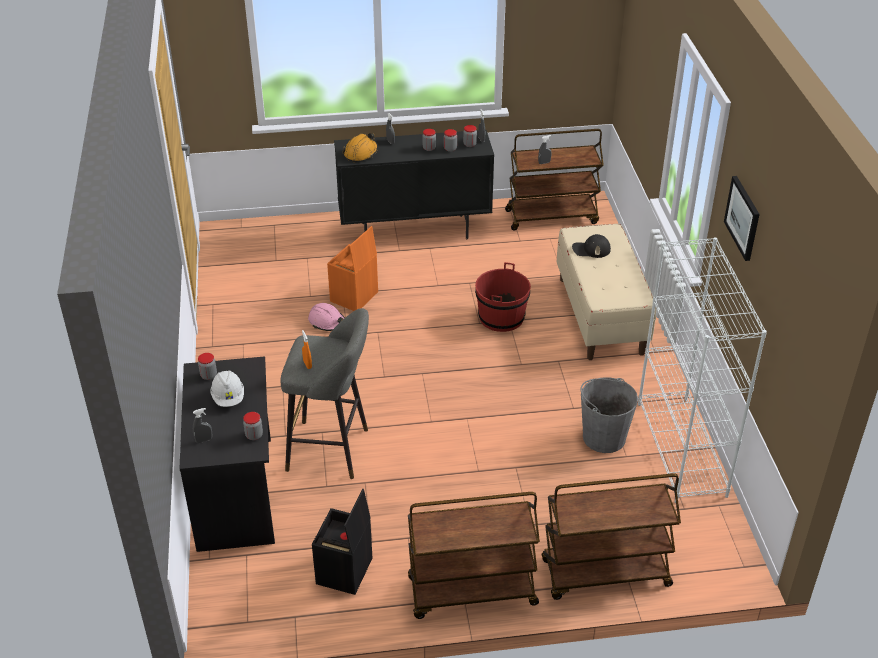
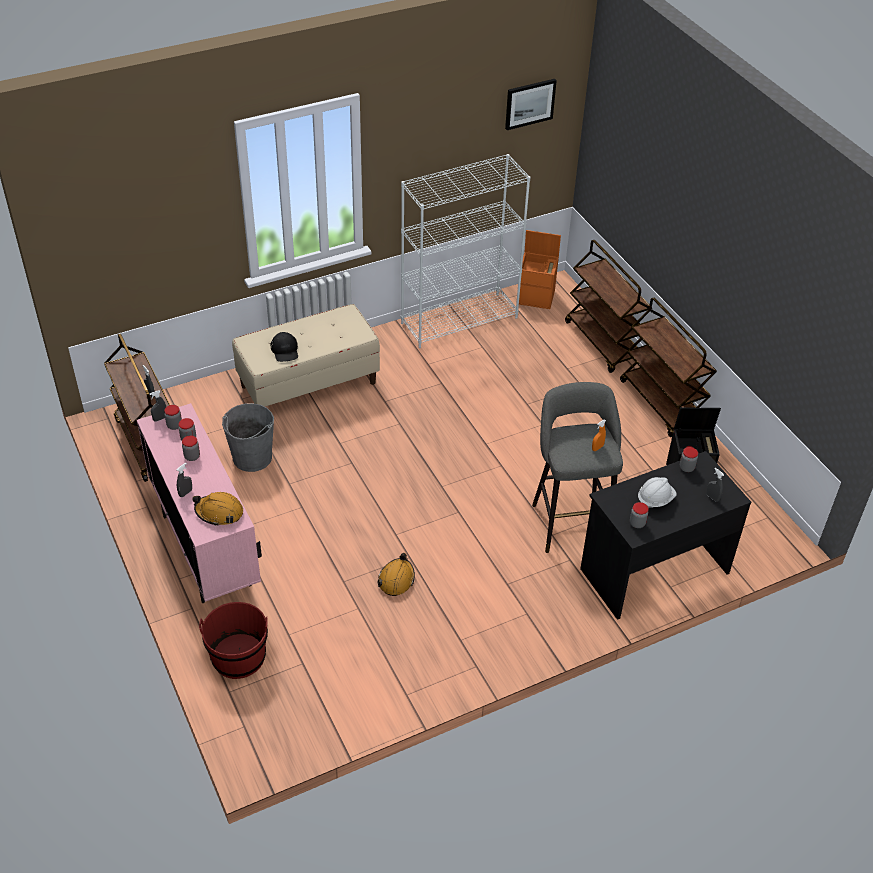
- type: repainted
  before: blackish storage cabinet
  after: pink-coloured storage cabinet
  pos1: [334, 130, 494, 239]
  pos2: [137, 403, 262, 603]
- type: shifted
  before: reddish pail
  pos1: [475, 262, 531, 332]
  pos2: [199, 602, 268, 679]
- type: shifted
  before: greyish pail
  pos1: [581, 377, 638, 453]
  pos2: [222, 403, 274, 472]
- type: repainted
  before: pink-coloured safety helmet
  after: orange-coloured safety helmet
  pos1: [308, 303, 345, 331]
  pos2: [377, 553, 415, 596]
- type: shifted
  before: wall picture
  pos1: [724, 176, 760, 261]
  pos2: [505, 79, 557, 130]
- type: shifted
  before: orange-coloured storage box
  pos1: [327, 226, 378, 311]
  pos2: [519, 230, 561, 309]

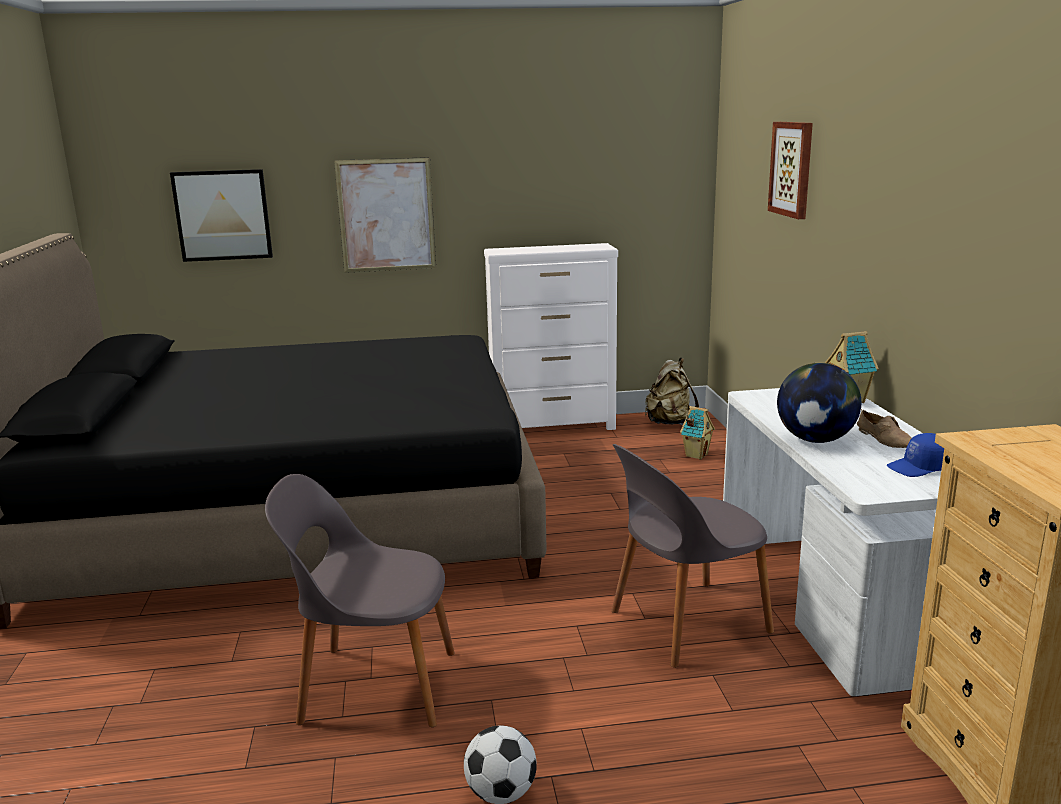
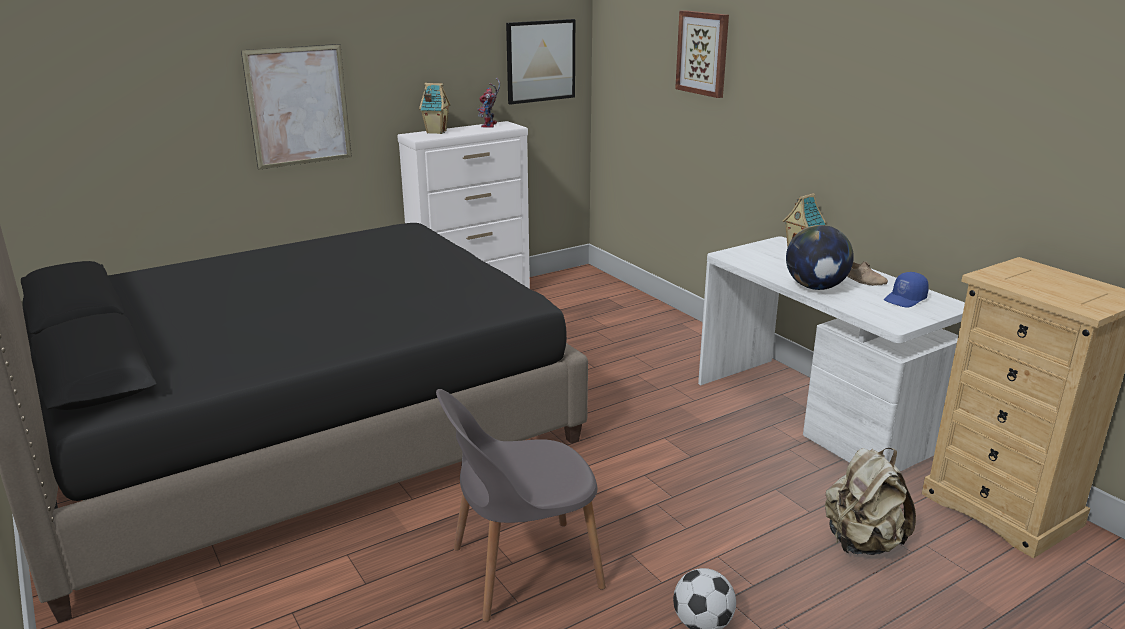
- type: shifted
  before: toy house
  pos1: [680, 406, 715, 460]
  pos2: [419, 83, 451, 134]
- type: new
  after: toy robot
  pos2: [477, 78, 500, 128]
- type: shifted
  before: wall picture
  pos1: [170, 169, 273, 262]
  pos2: [506, 19, 575, 105]
- type: shifted
  before: beige knapsack
  pos1: [645, 358, 699, 425]
  pos2: [825, 448, 916, 555]
- type: gone
  before: greyish upright chair
  pos1: [612, 444, 774, 668]

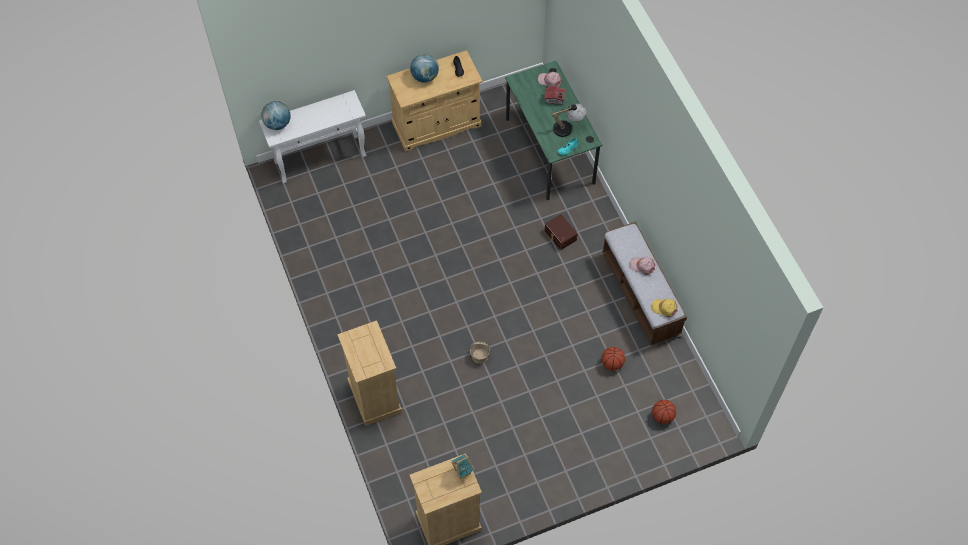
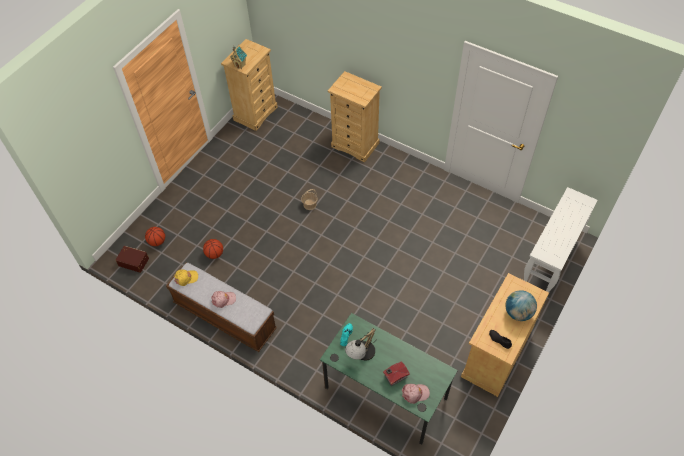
- type: shifted
  before: brownish storage box
  pos1: [544, 214, 578, 250]
  pos2: [116, 246, 149, 273]
- type: gone
  before: world globe
  pos1: [261, 101, 291, 130]

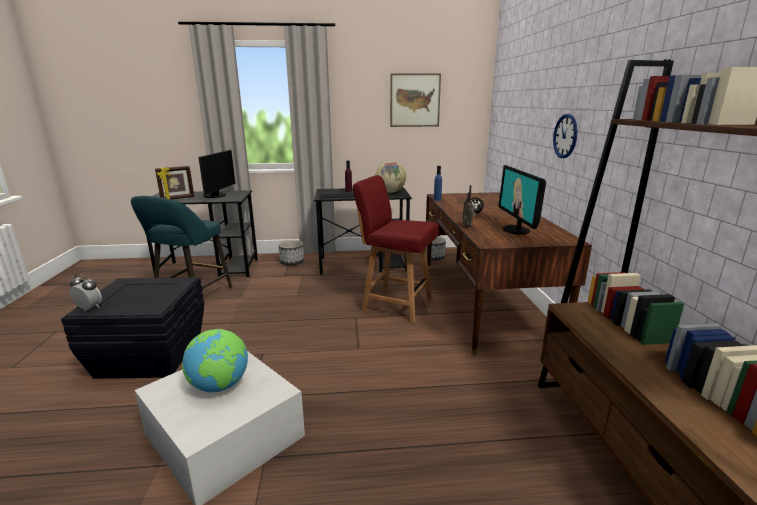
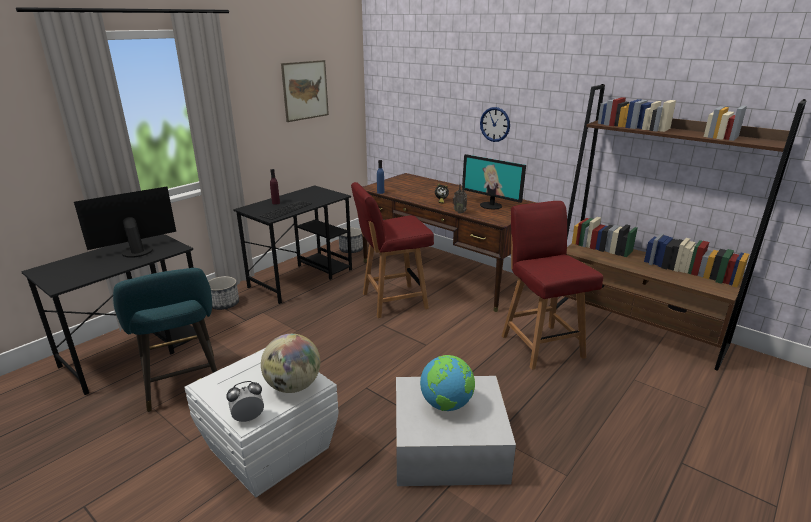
- type: rotated
  before: monitor
  pos1: [198, 150, 235, 198]
  pos2: [74, 186, 176, 258]
  turn: -90
- type: repainted
  before: blackish storage box
  after: whitish storage box
  pos1: [61, 277, 204, 379]
  pos2: [184, 348, 339, 497]
- type: shifted
  before: world globe
  pos1: [375, 161, 406, 193]
  pos2: [261, 334, 320, 393]
- type: new
  after: reddish upright chair
  pos2: [502, 201, 603, 370]
- type: gone
  before: picture frame
  pos1: [155, 166, 194, 199]

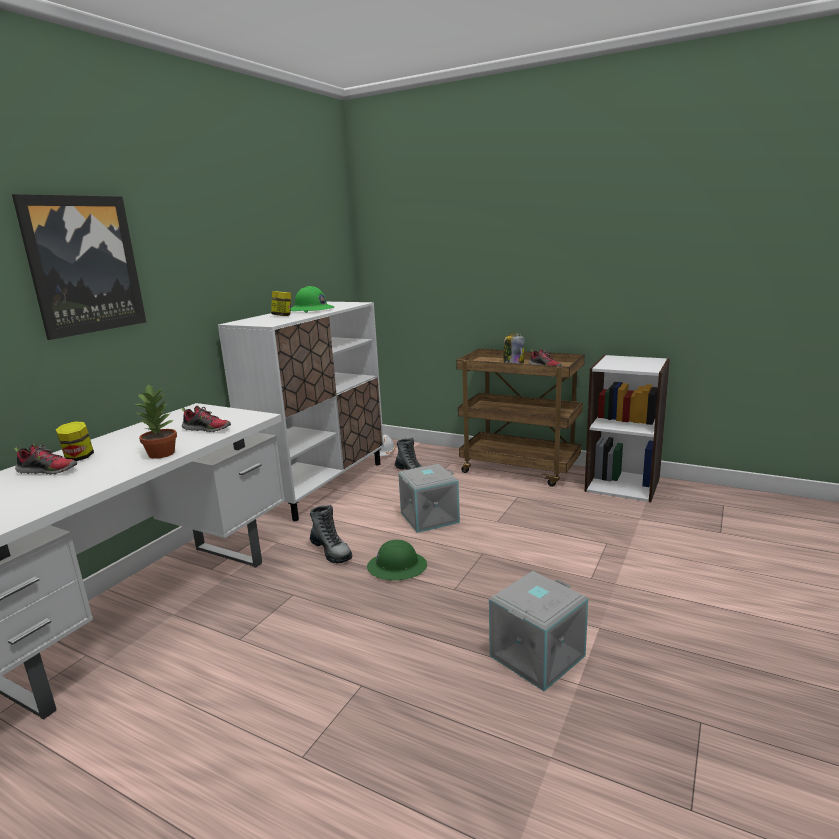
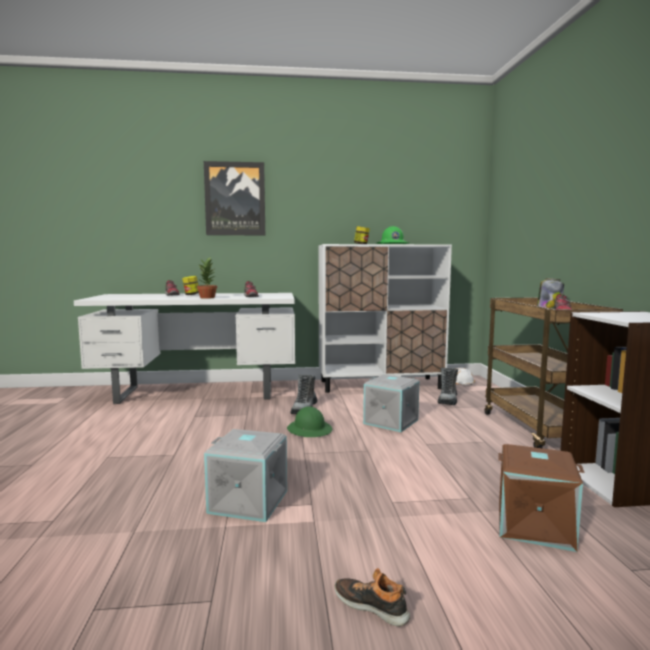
- type: new
  after: low shoe
  pos2: [335, 568, 410, 627]
- type: new
  after: brownish storage box
  pos2: [498, 444, 585, 552]

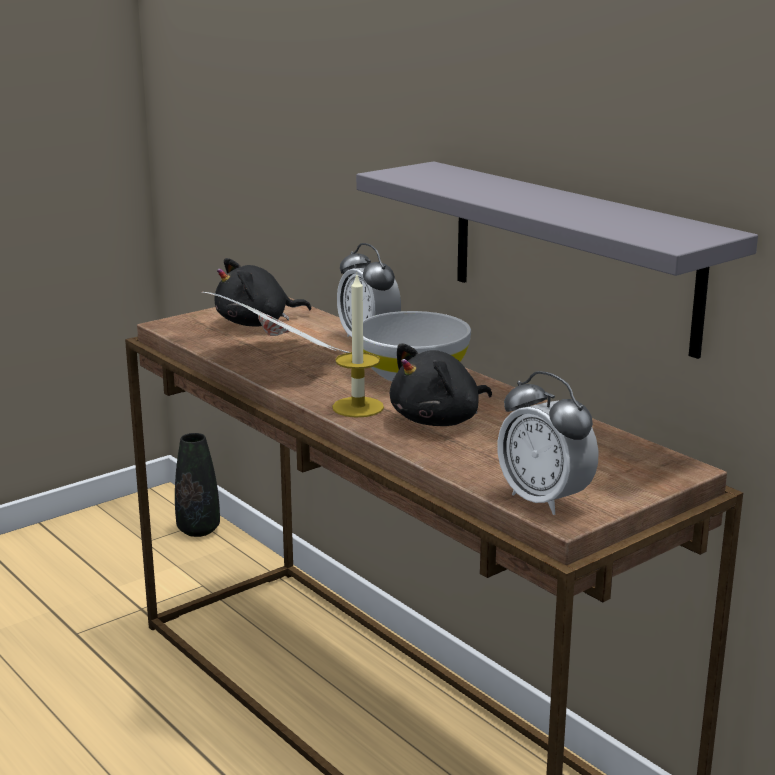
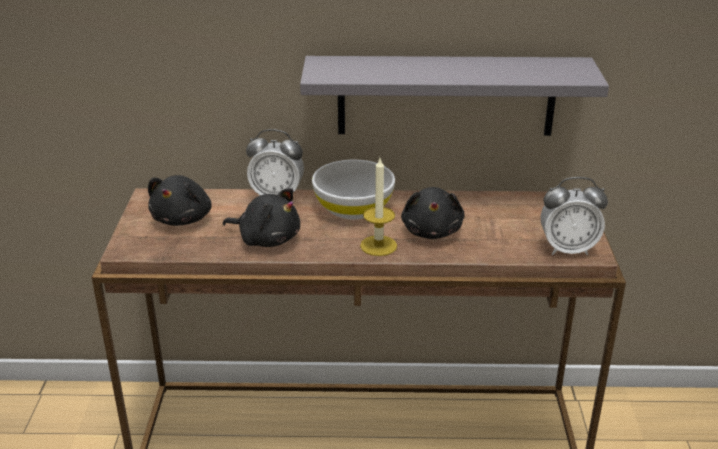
- type: swapped
  before: daily paper
  after: blackish cuddly toy
  pos1: [201, 292, 350, 353]
  pos2: [223, 188, 300, 247]
- type: gone
  before: blackish decorative vase
  pos1: [175, 433, 220, 537]

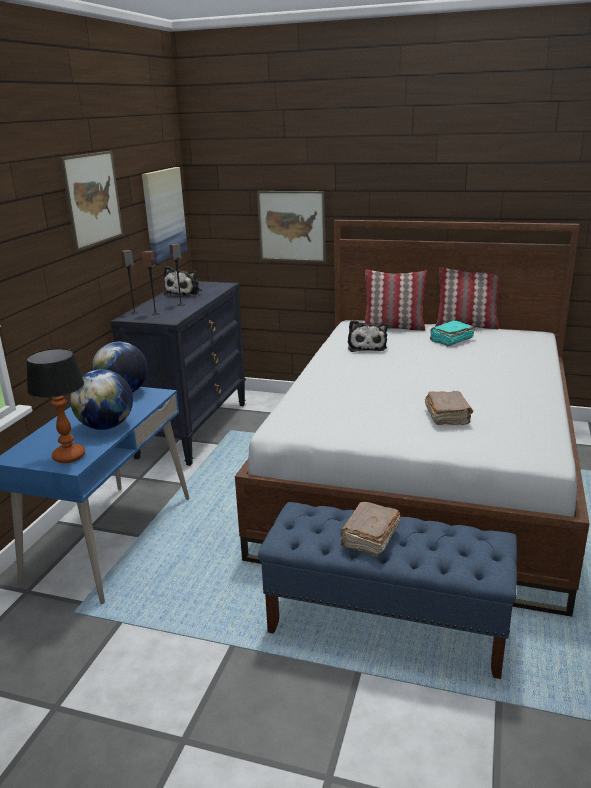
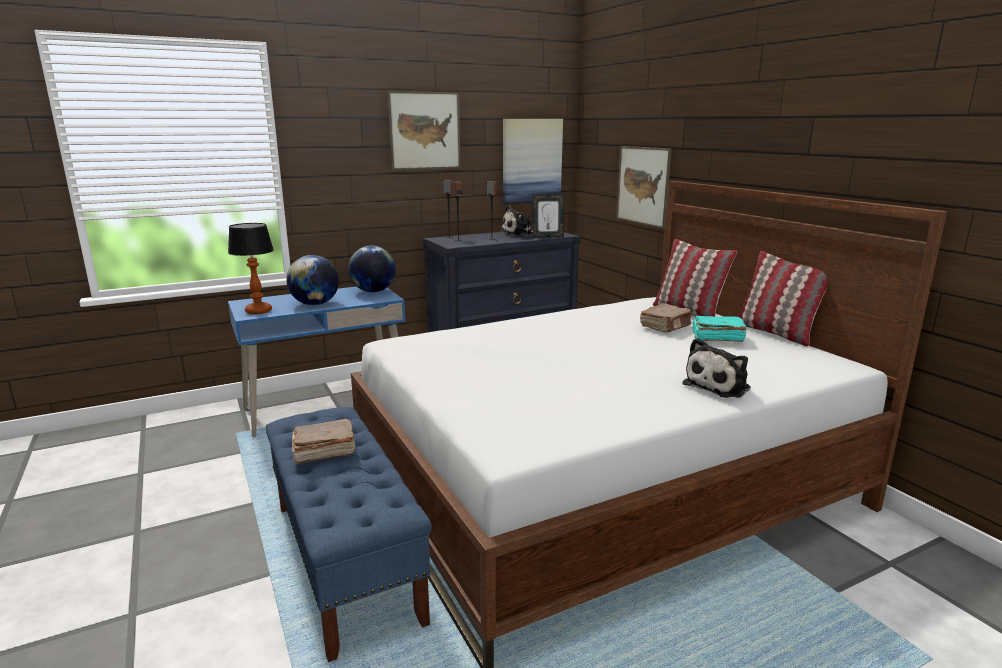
- type: new
  after: picture frame
  pos2: [533, 194, 564, 238]
- type: shifted
  before: brownish volume
  pos1: [425, 391, 473, 425]
  pos2: [640, 303, 692, 333]
- type: shifted
  before: cuddly toy
  pos1: [348, 320, 387, 352]
  pos2: [683, 338, 751, 398]

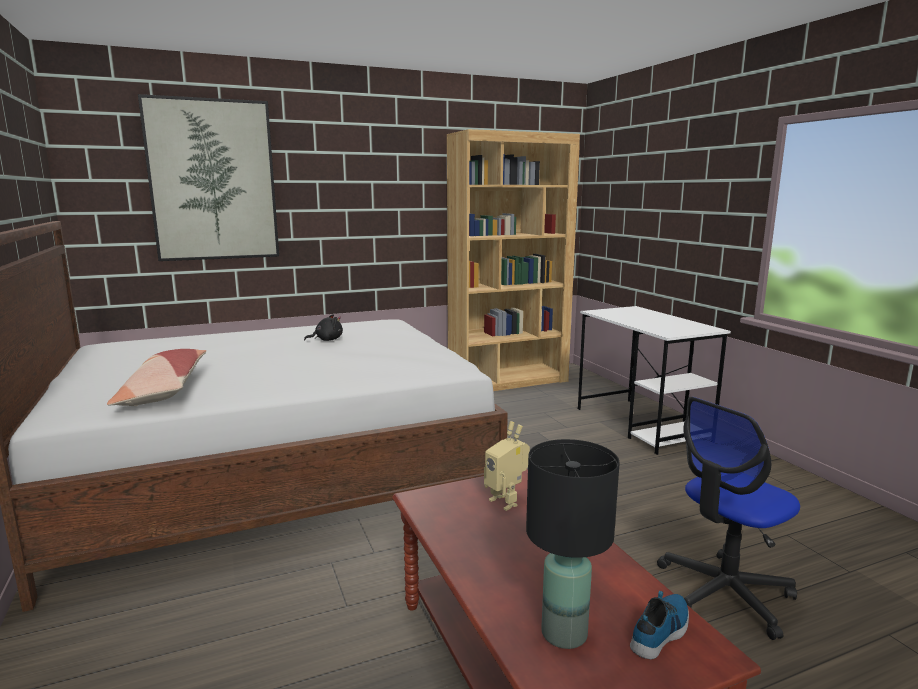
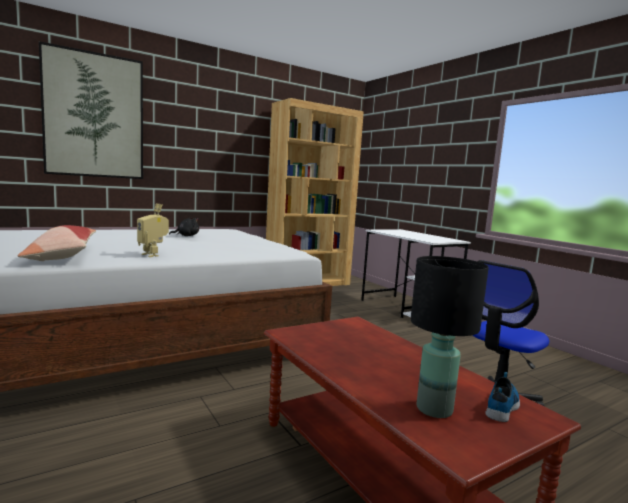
- type: shifted
  before: toy robot
  pos1: [484, 421, 530, 511]
  pos2: [137, 203, 169, 257]

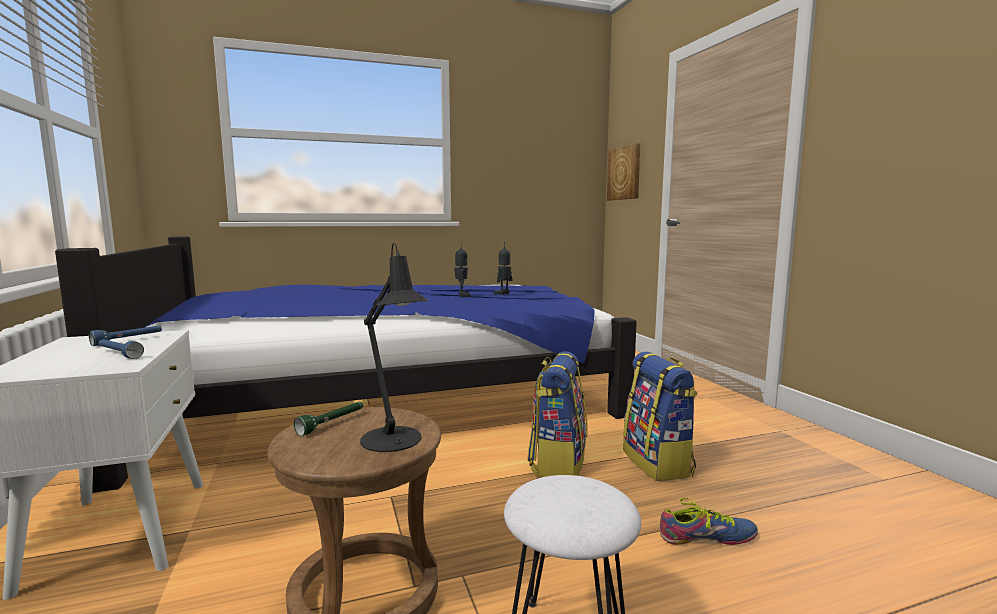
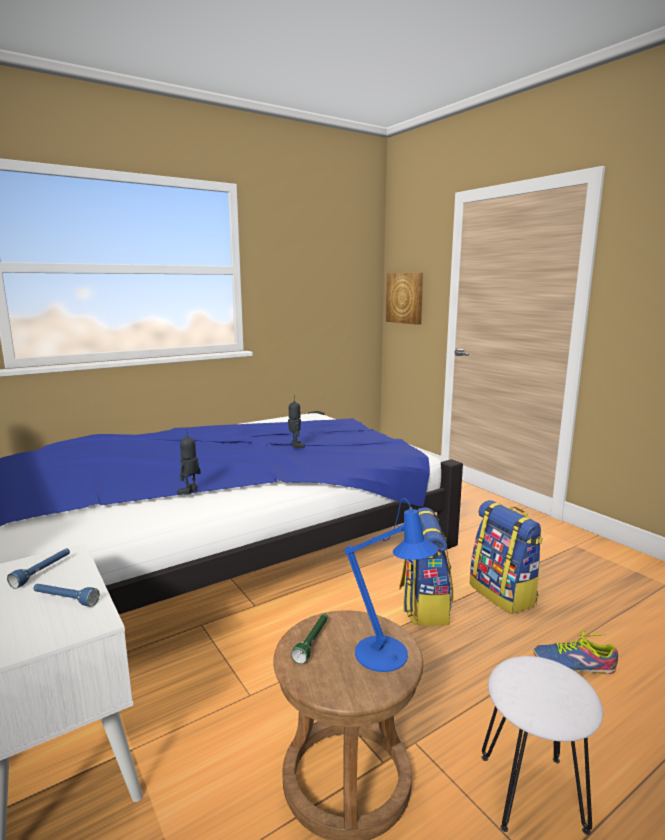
- type: shifted
  before: toy robot
  pos1: [494, 242, 513, 295]
  pos2: [177, 429, 201, 495]
- type: repainted
  before: blackish tabletop lamp
  after: blue-coloured tabletop lamp
  pos1: [360, 243, 428, 452]
  pos2: [345, 498, 438, 672]
- type: rotated
  before: low shoe
  pos1: [660, 498, 758, 545]
  pos2: [533, 630, 618, 674]
  turn: -150

